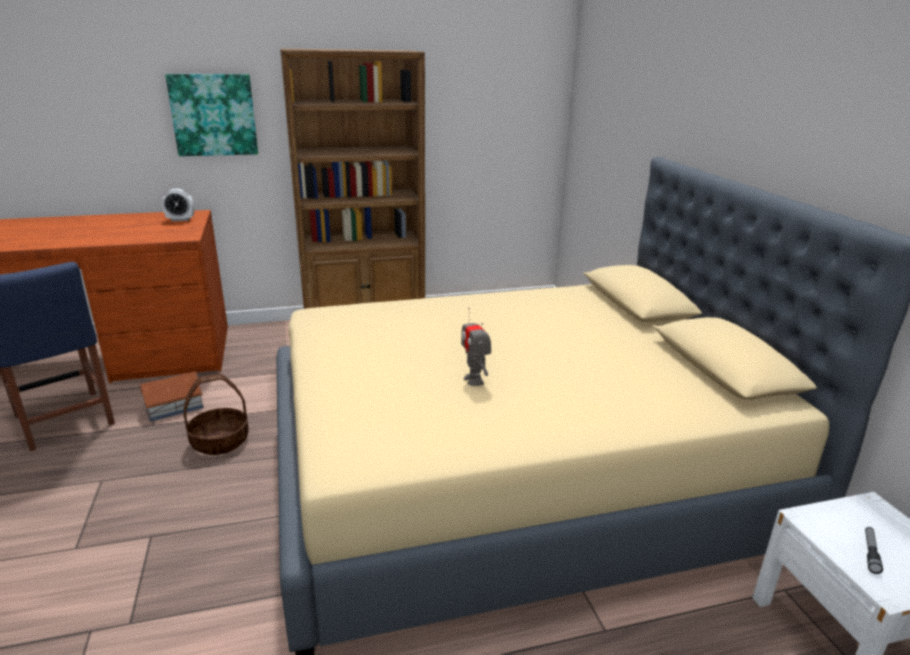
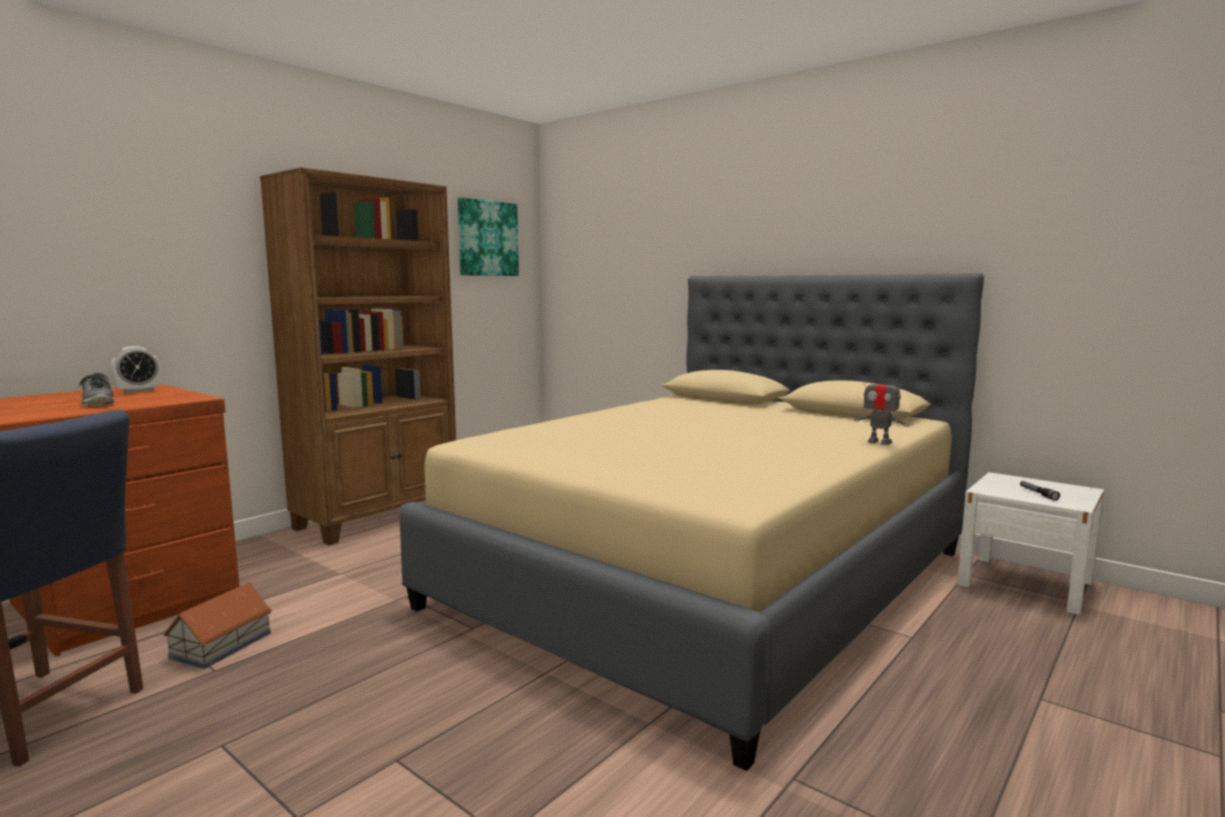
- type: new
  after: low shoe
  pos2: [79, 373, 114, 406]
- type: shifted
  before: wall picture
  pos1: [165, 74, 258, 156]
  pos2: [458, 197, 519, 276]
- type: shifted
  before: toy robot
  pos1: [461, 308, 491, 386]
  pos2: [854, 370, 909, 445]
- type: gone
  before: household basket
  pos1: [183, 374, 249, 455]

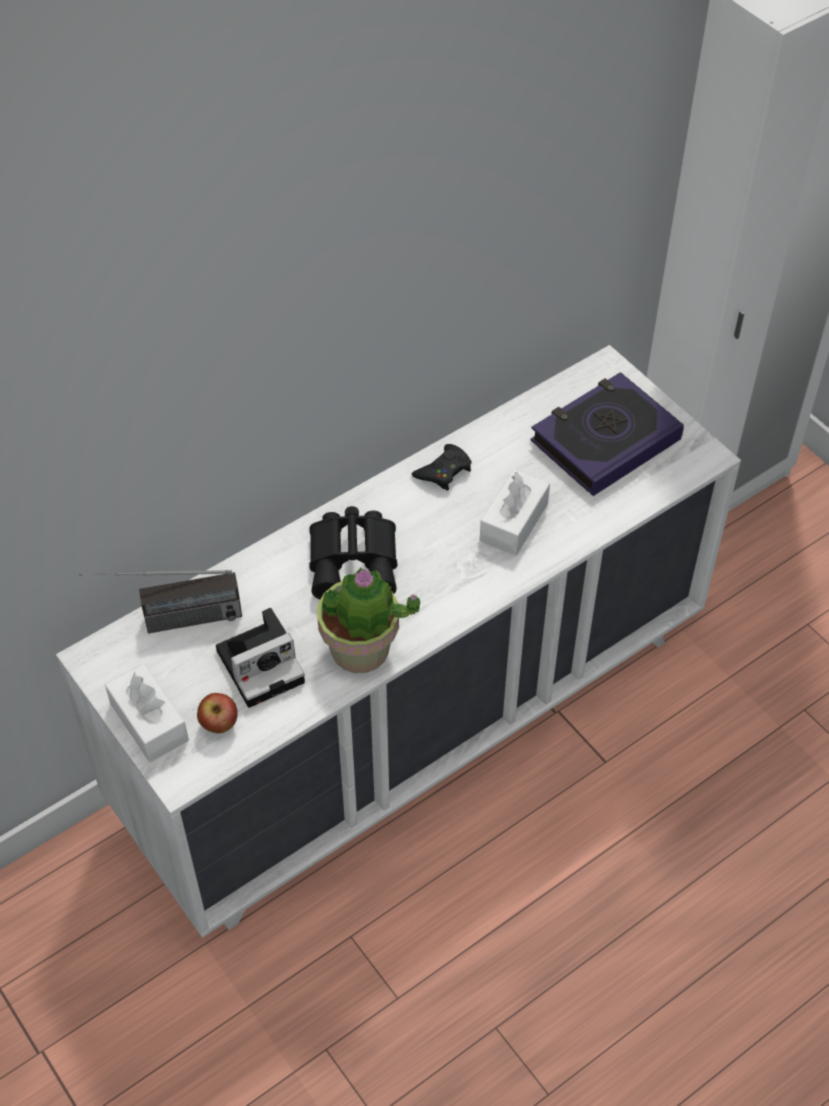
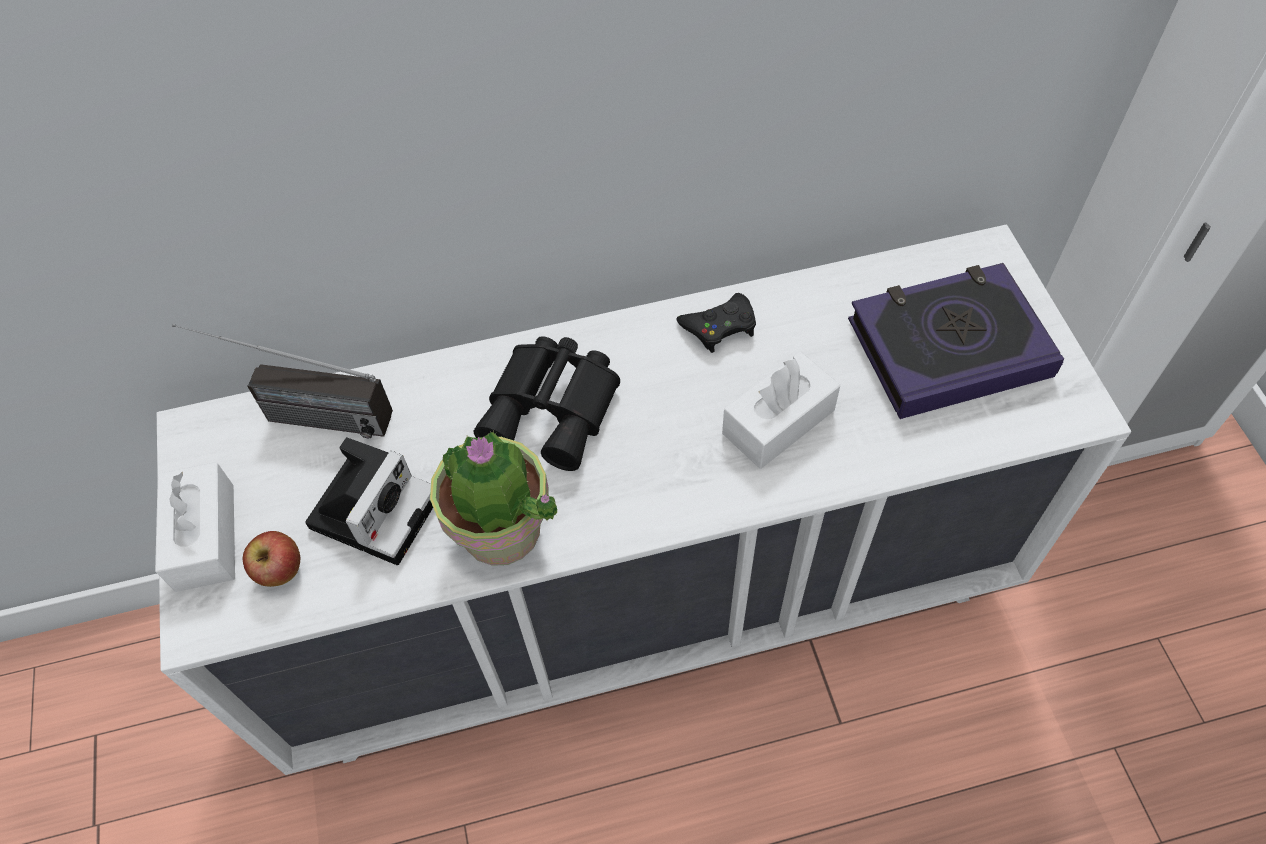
- type: rotated
  before: photo camera
  pos1: [216, 608, 305, 708]
  pos2: [305, 437, 433, 565]
  turn: -60

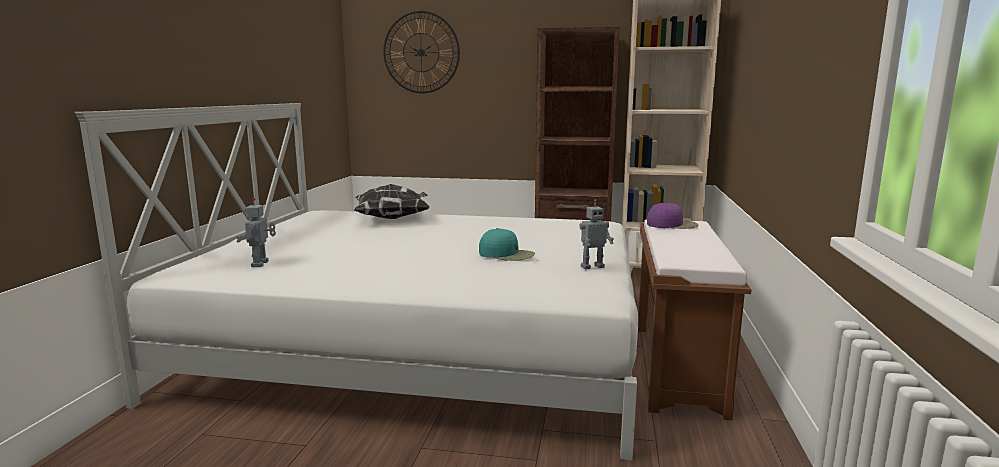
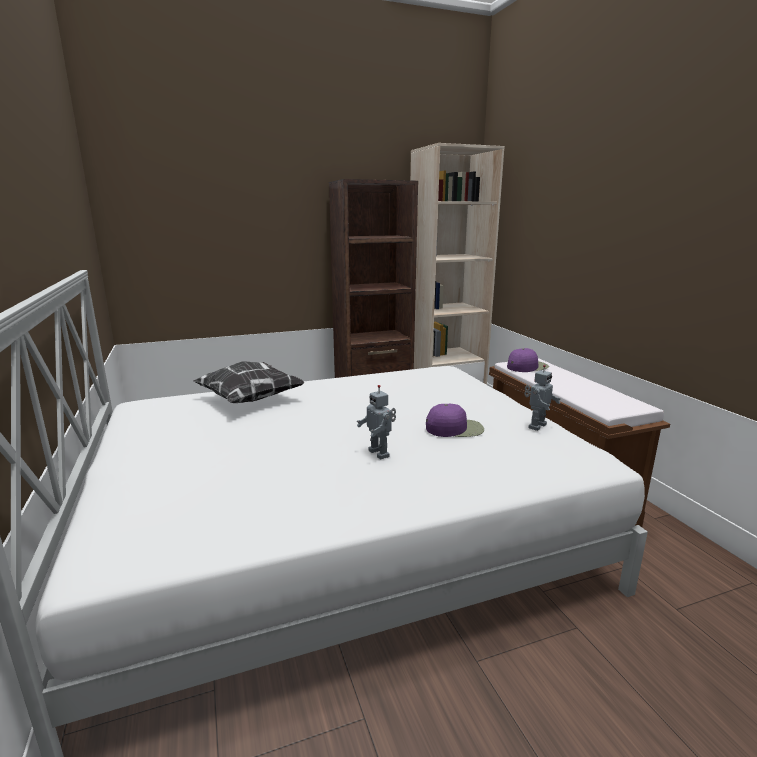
- type: shifted
  before: toy robot
  pos1: [236, 198, 276, 267]
  pos2: [357, 385, 396, 460]
- type: repainted
  before: blue-green peaked cap
  after: purple-coloured peaked cap
  pos1: [479, 228, 535, 261]
  pos2: [426, 404, 484, 437]
- type: gone
  before: hanging clock
  pos1: [383, 11, 460, 93]

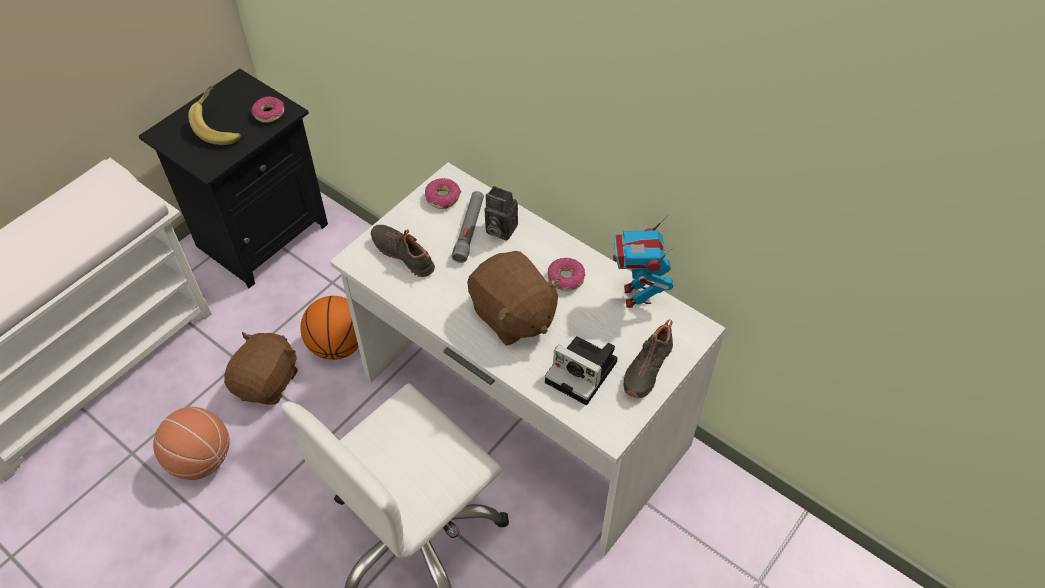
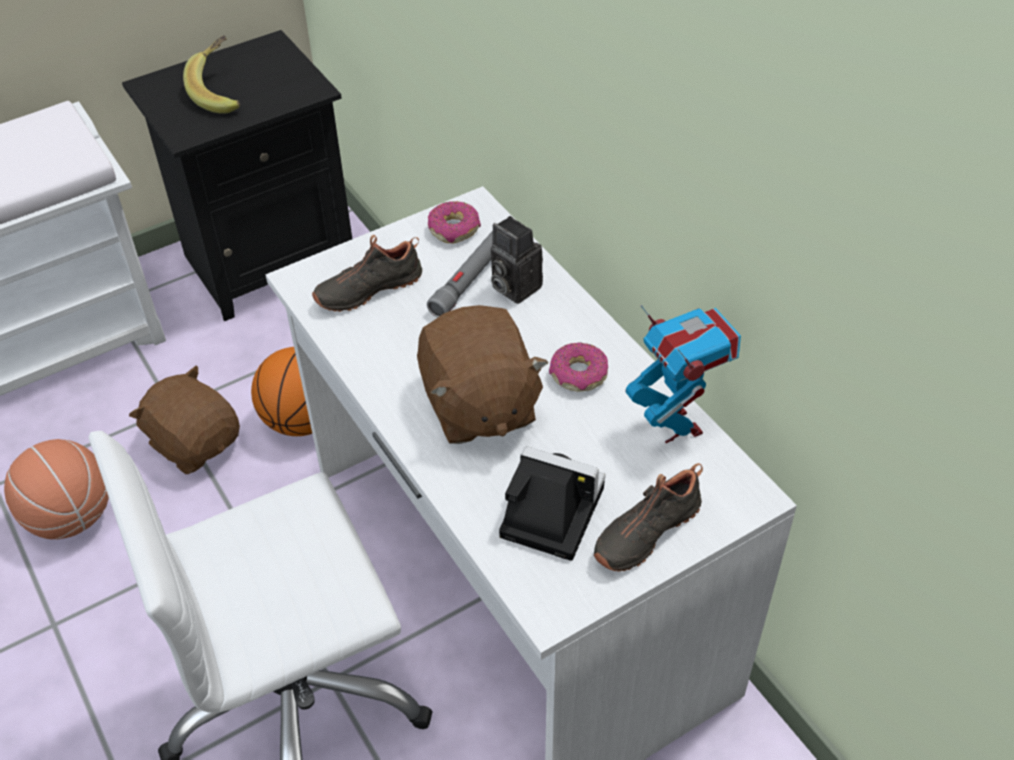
- type: rotated
  before: brownish cuddly toy
  pos1: [224, 332, 298, 405]
  pos2: [129, 366, 240, 474]
  turn: -90
- type: rotated
  before: blackish low shoe
  pos1: [371, 225, 435, 277]
  pos2: [312, 235, 422, 312]
  turn: -90
- type: rotated
  before: photo camera
  pos1: [545, 336, 618, 405]
  pos2: [499, 446, 605, 561]
  turn: 150
- type: rotated
  before: toy robot
  pos1: [613, 215, 673, 308]
  pos2: [626, 305, 741, 443]
  turn: 135
- type: gone
  before: doughnut
  pos1: [252, 96, 284, 123]

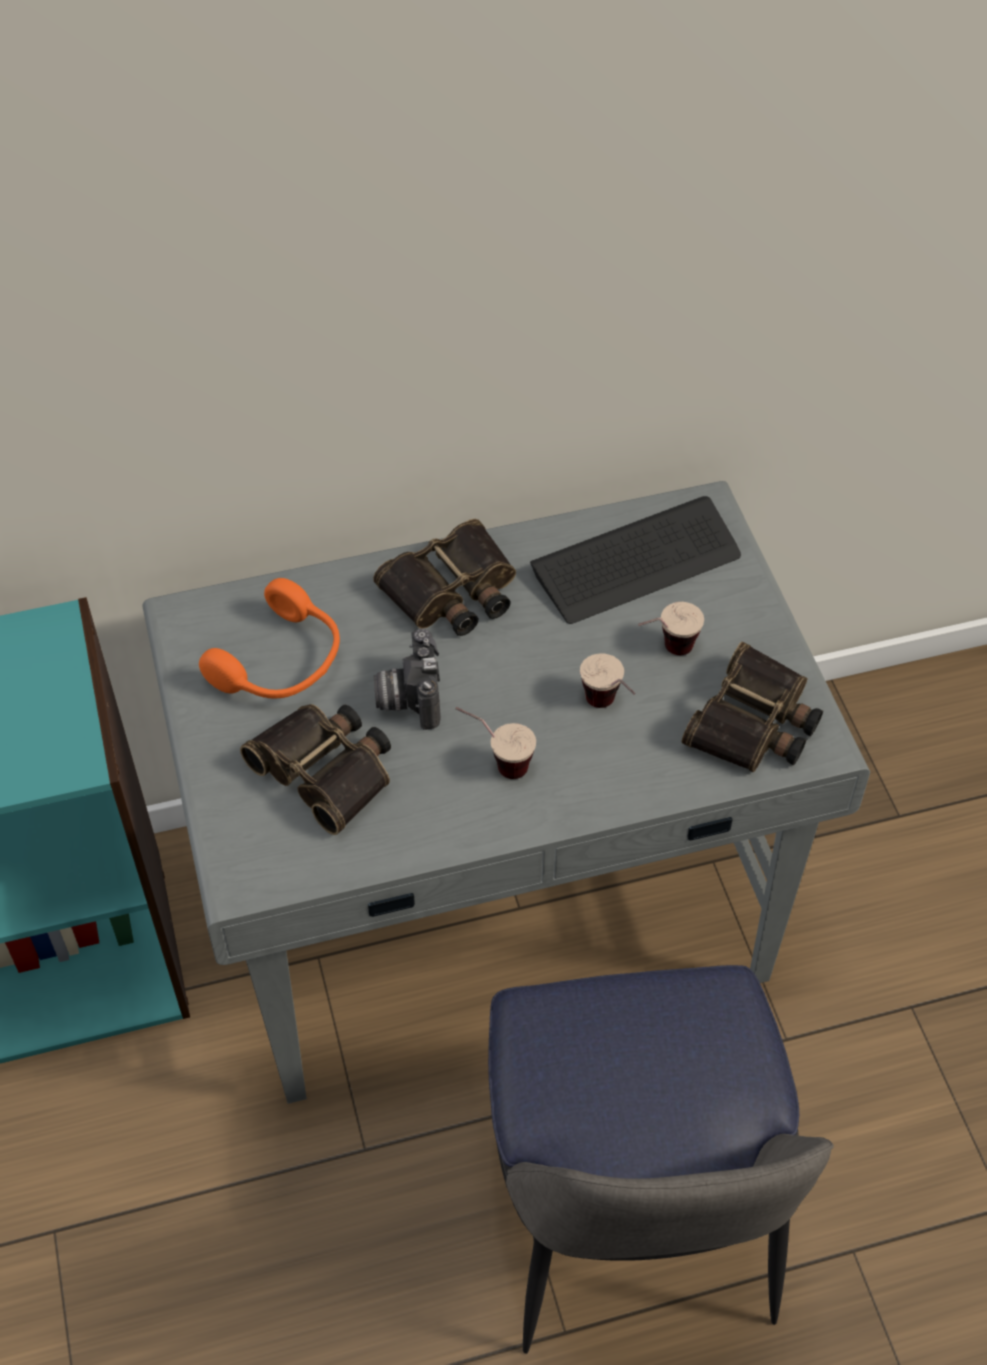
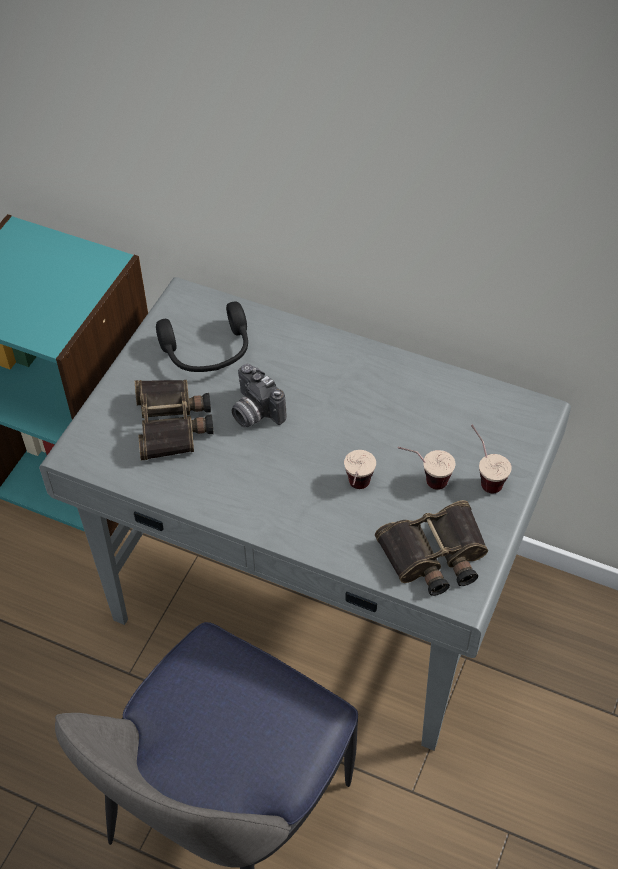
- type: repainted
  before: orange-coloured headphones
  after: blackish headphones
  pos1: [199, 578, 340, 699]
  pos2: [156, 302, 248, 372]
- type: rotated
  before: photo camera
  pos1: [373, 628, 441, 730]
  pos2: [231, 364, 287, 427]
  turn: -75
- type: shifted
  before: small cup
  pos1: [455, 707, 536, 779]
  pos2: [471, 425, 512, 493]
- type: gone
  before: pair of binoculars
  pos1: [373, 519, 516, 636]
- type: gone
  before: computer keyboard
  pos1: [530, 496, 741, 624]

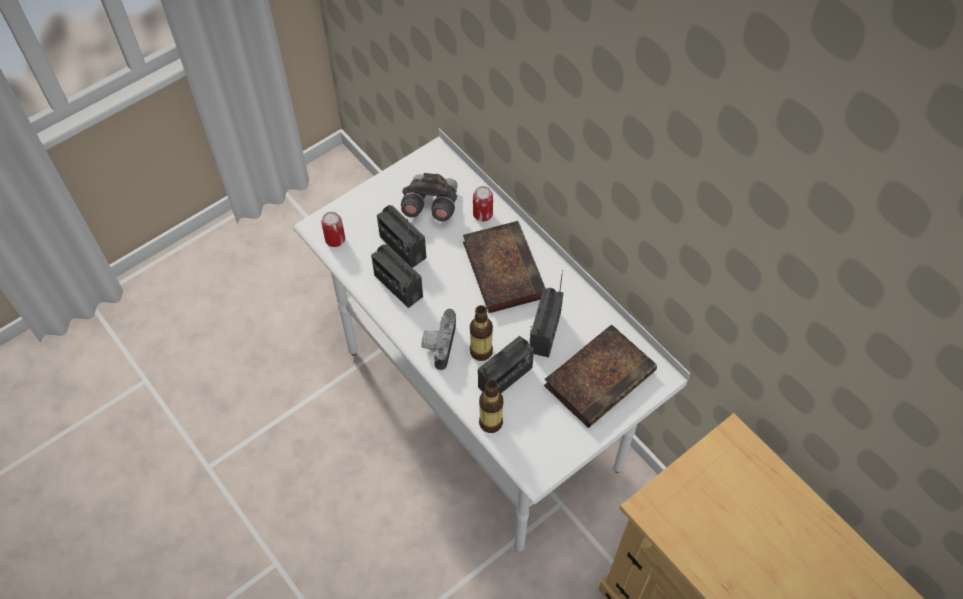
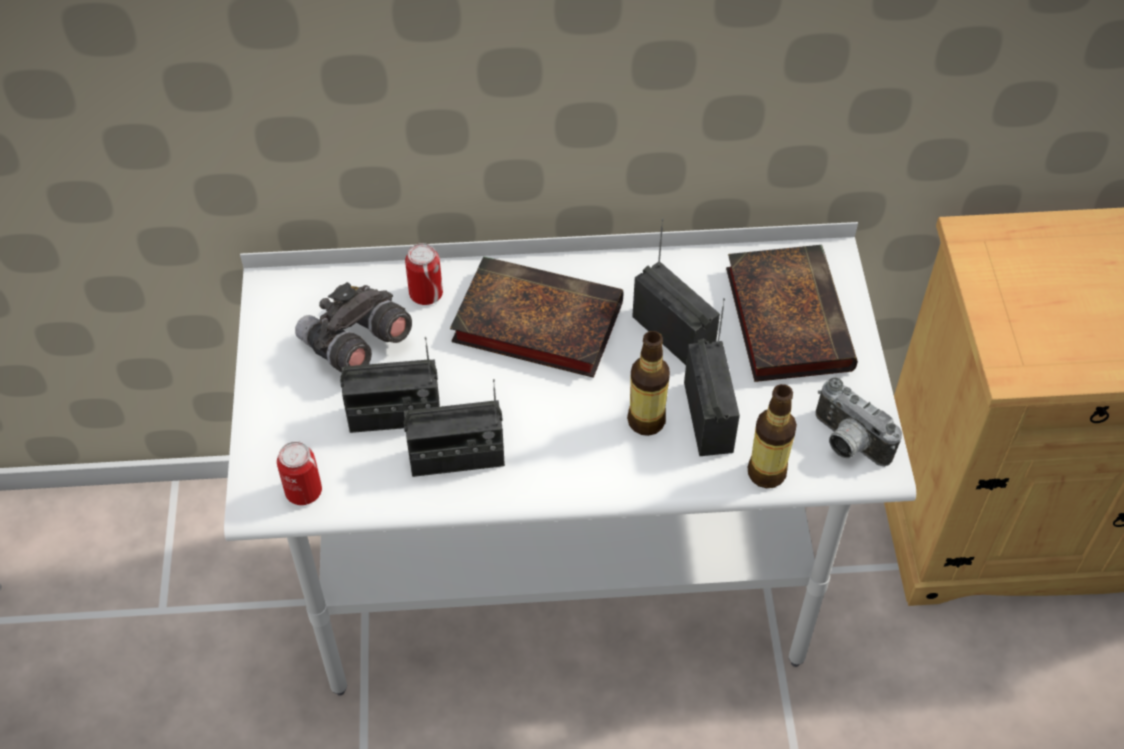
- type: shifted
  before: photo camera
  pos1: [421, 309, 456, 370]
  pos2: [815, 377, 902, 467]

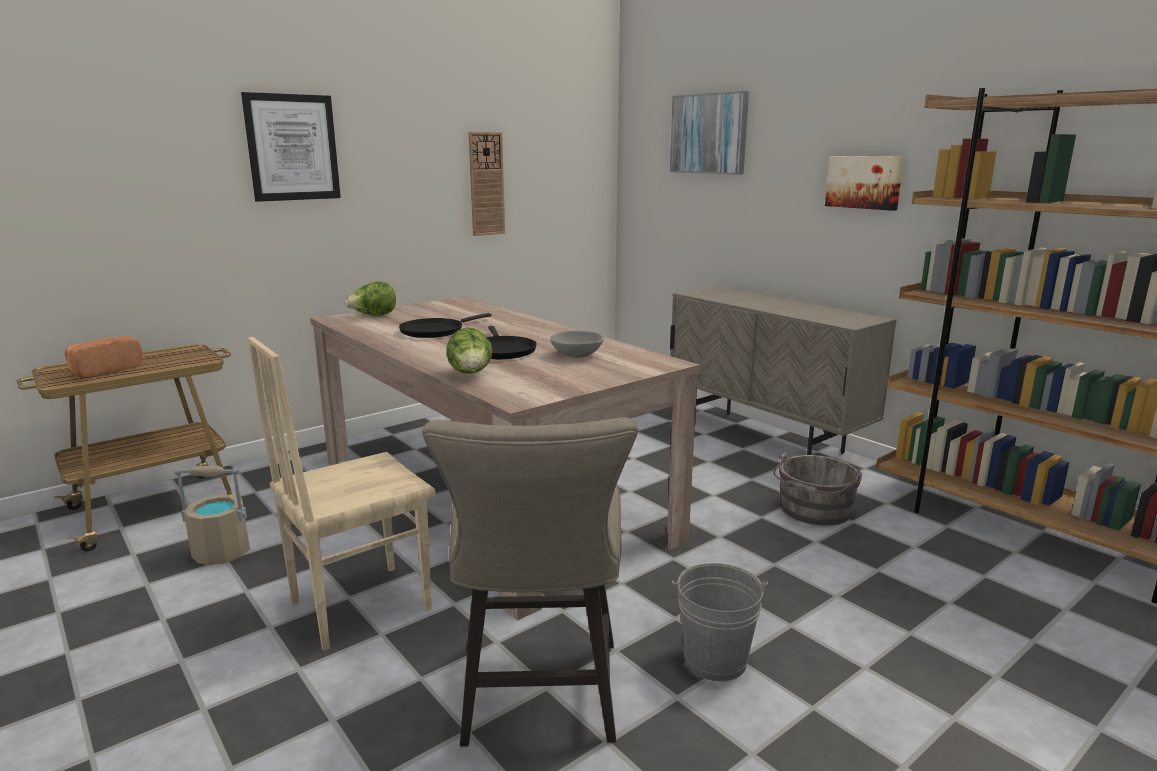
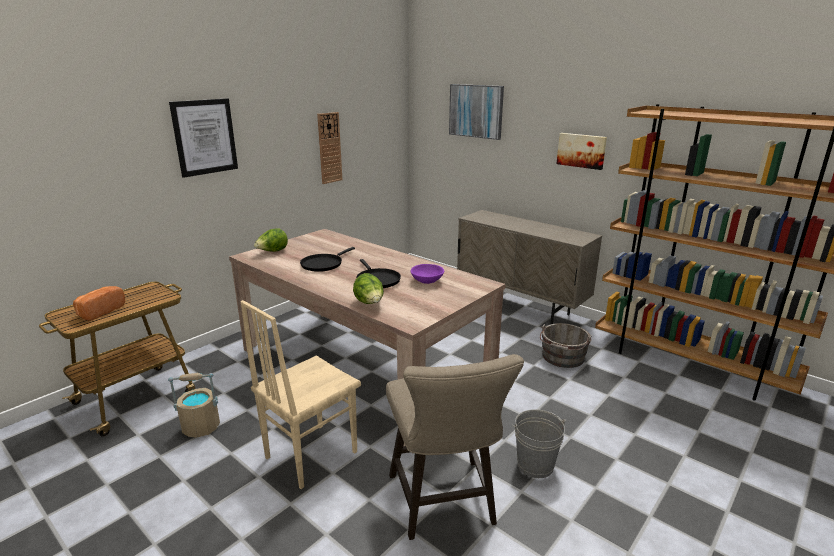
- type: repainted
  before: greyish serving bowl
  after: purple-coloured serving bowl
  pos1: [550, 331, 604, 358]
  pos2: [411, 264, 444, 284]

